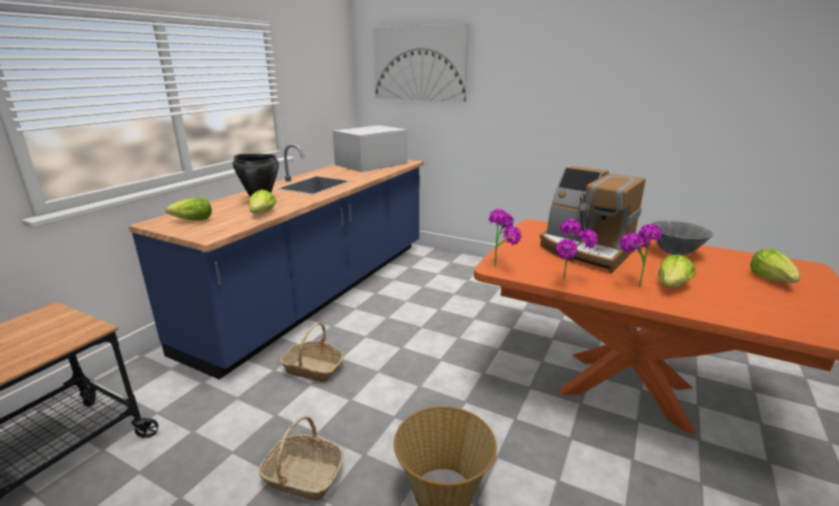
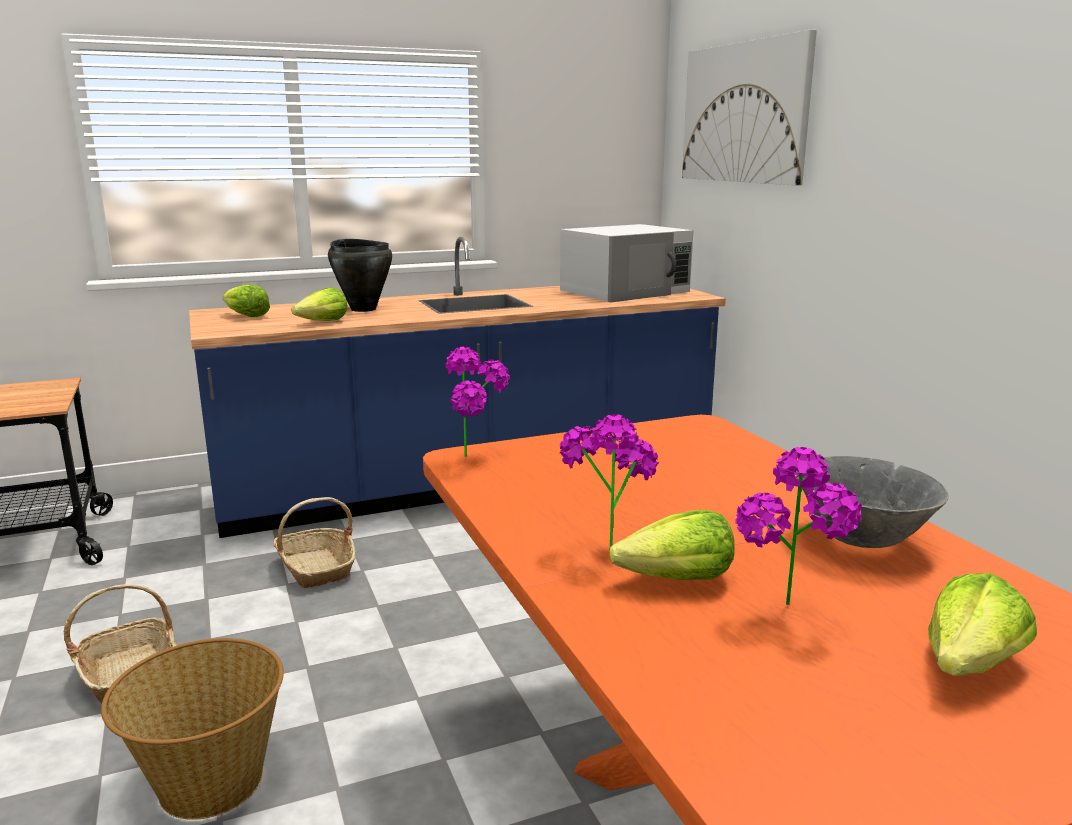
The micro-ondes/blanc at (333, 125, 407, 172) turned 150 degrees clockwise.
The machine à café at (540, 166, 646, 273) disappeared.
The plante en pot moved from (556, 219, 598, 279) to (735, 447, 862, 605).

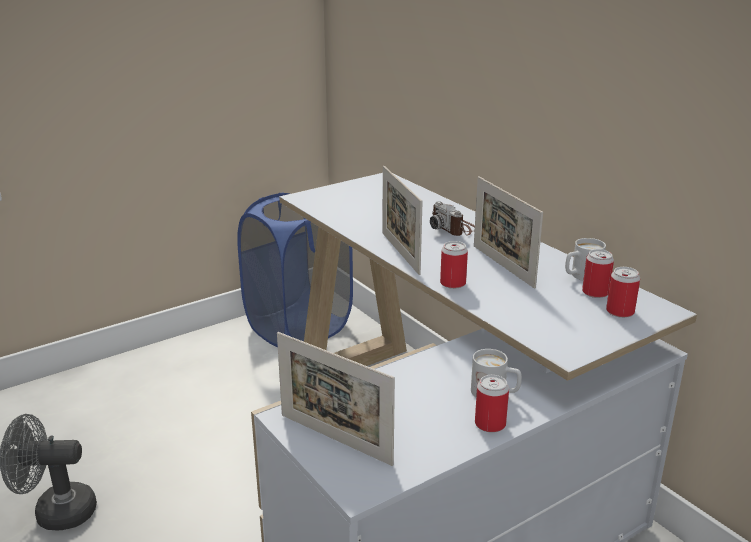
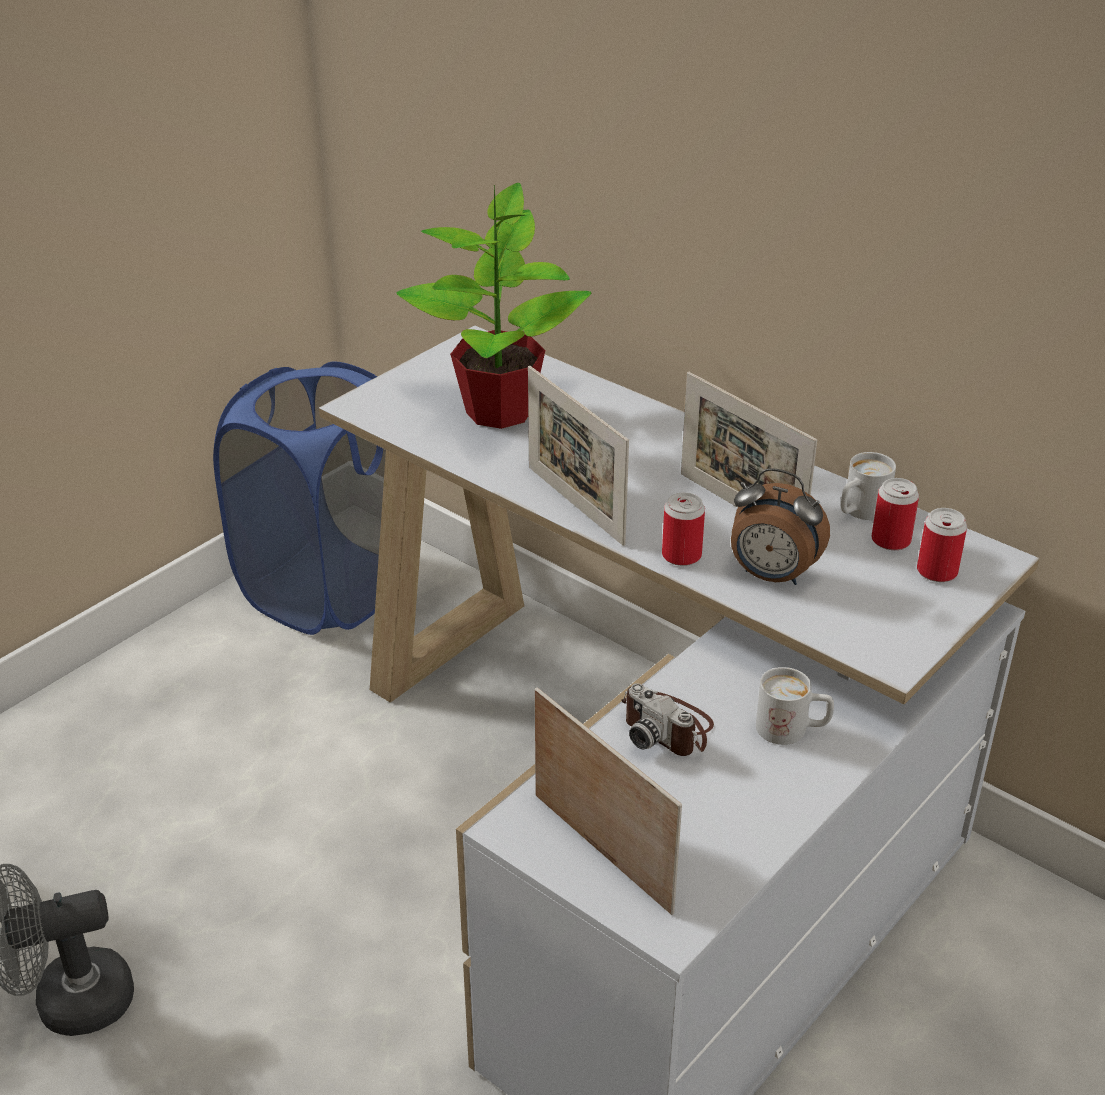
The cadre photo at (277, 332, 395, 466) turned 150 degrees counterclockwise.
The appareil photo moved from (430, 201, 475, 236) to (621, 683, 714, 756).
The boîte métallique at (475, 375, 509, 433) disappeared.
The plante en pot at (396, 183, 591, 429) appeared.
The réveil at (731, 468, 830, 585) appeared.

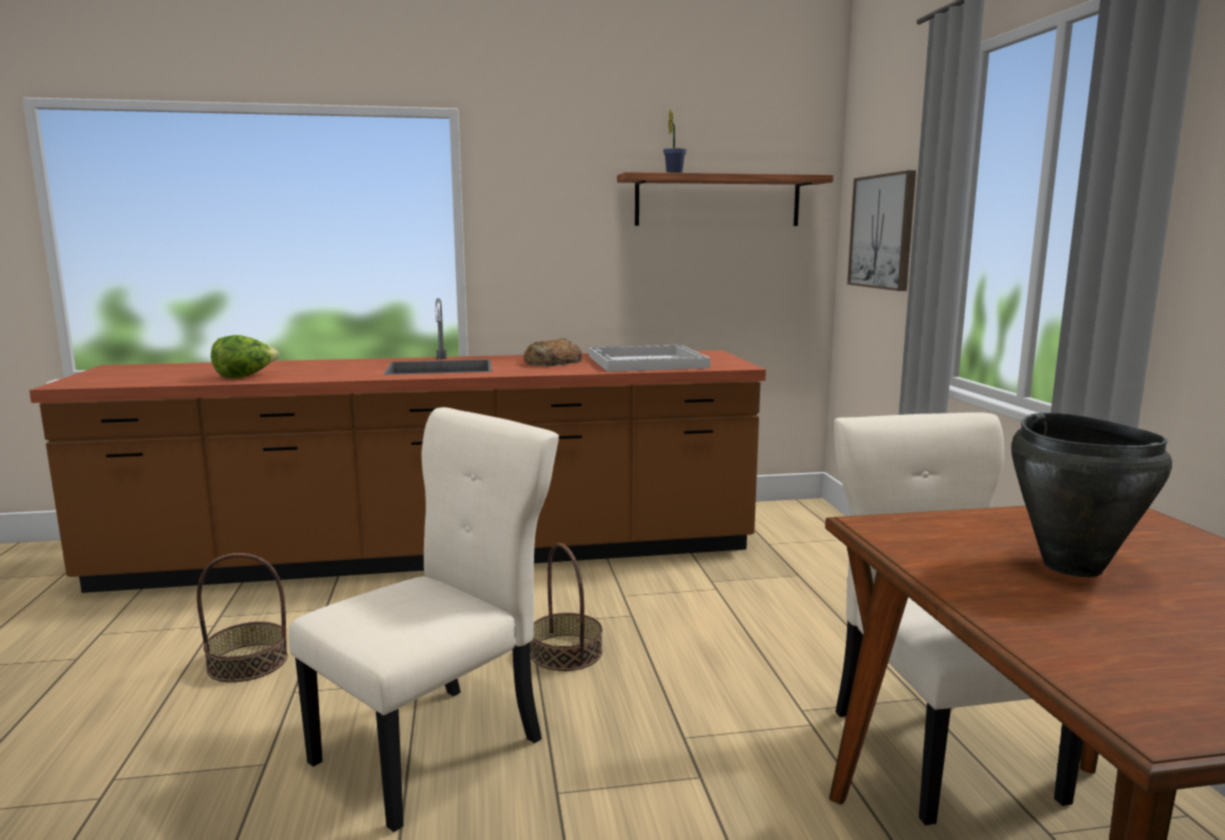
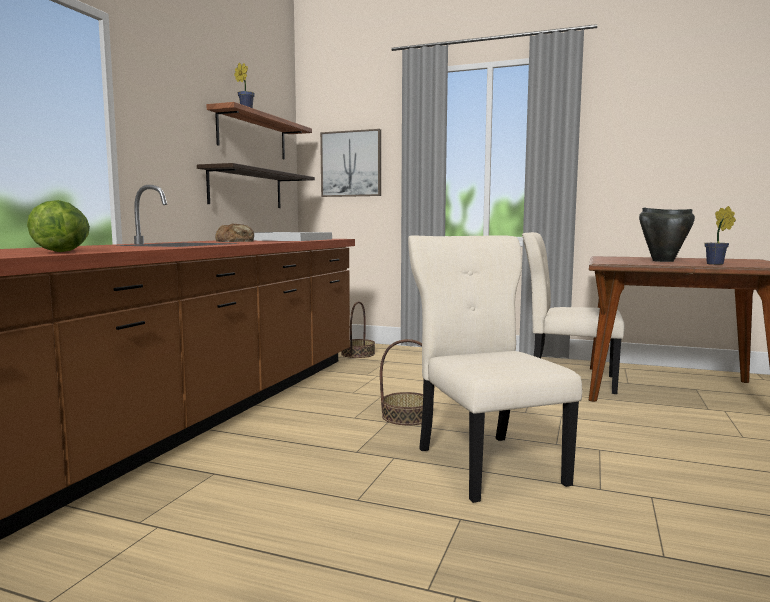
The panier moved from (197, 553, 288, 682) to (341, 301, 375, 358).
The étagère at (197, 163, 315, 208) appeared.
The plante en pot at (704, 206, 736, 265) appeared.

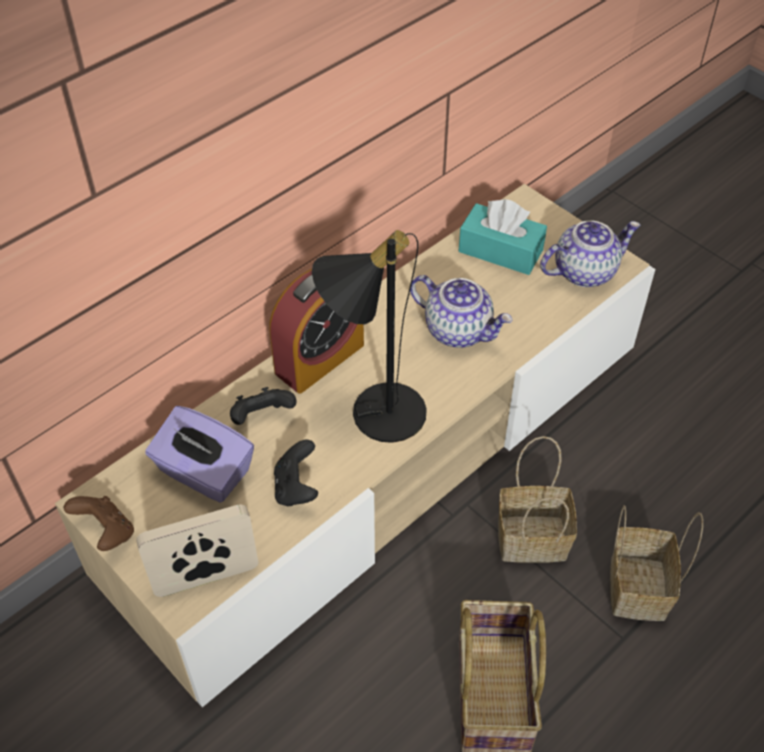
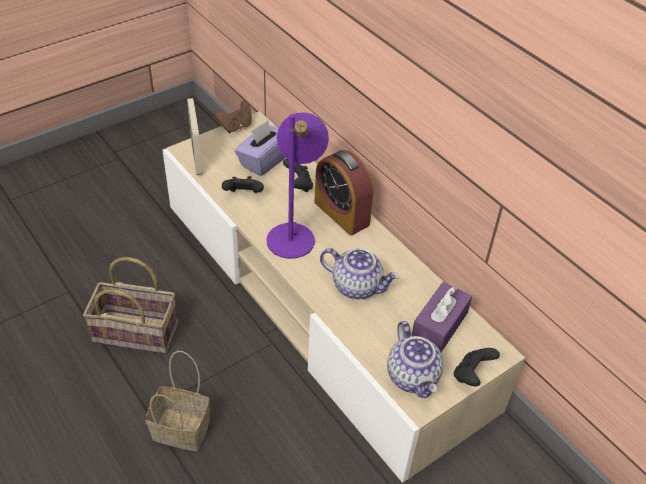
The lampe de table/noir at (312, 230, 427, 443) became the lampe de table/violet at (266, 112, 329, 259).
The théière at (410, 275, 513, 348) turned 105 degrees counterclockwise.
The boîte à mouchoirs/turquoise at (459, 199, 547, 275) became the boîte à mouchoirs/violet at (412, 282, 472, 352).
The panier at (498, 436, 577, 563) disappeared.
The manette/noir at (454, 348, 500, 386) appeared.

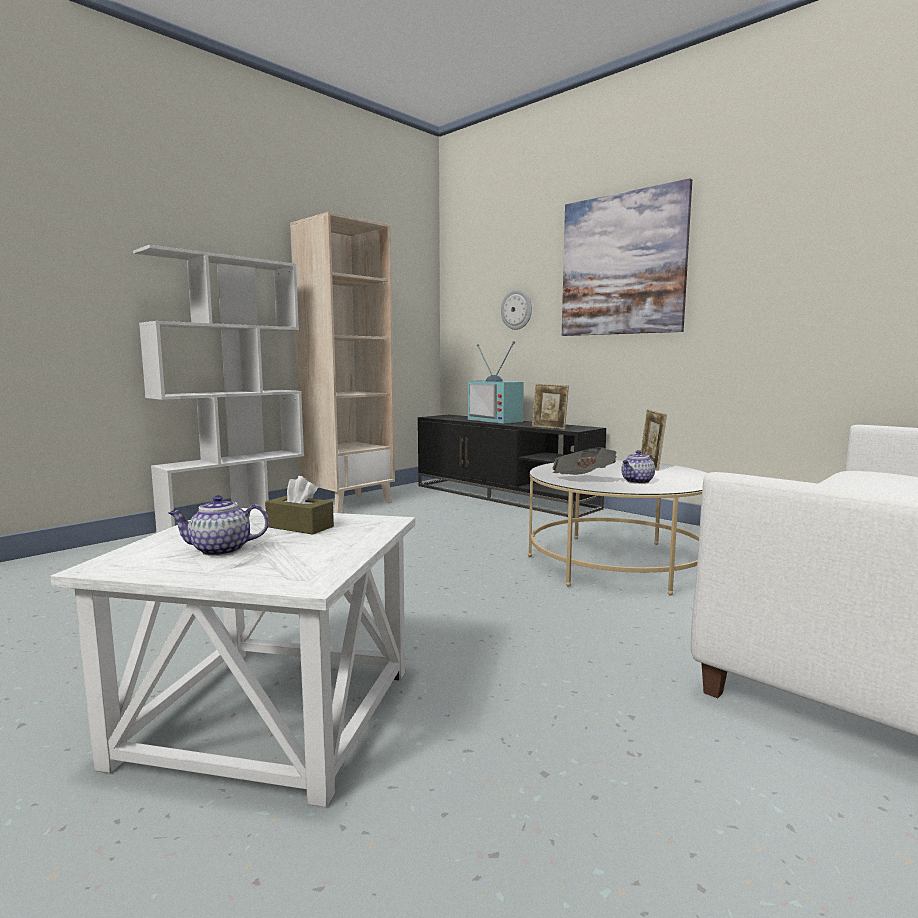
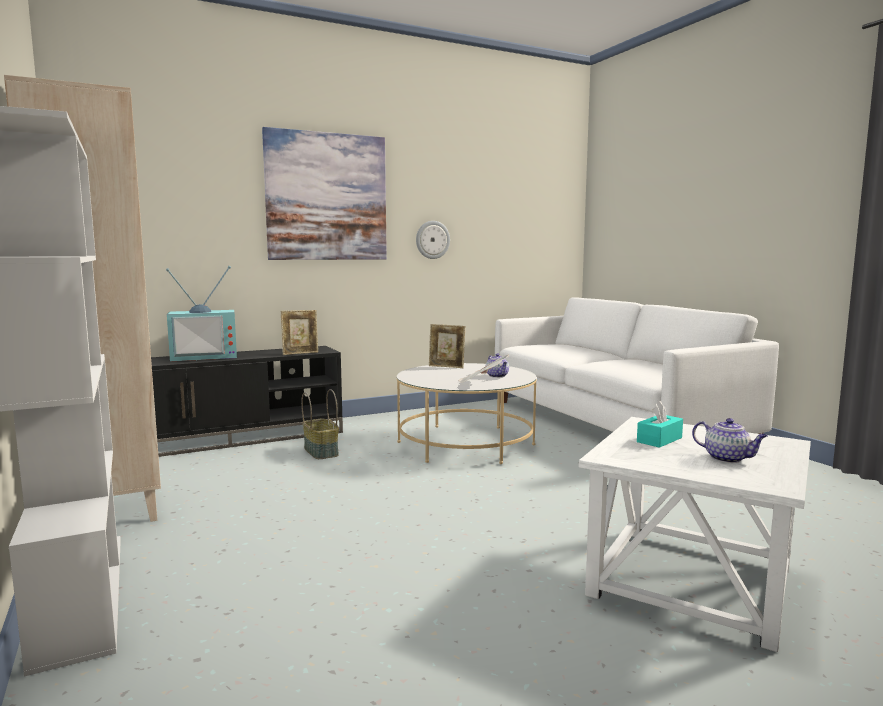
The théière at (169, 495, 269, 556) turned 60 degrees counterclockwise.
The boîte à mouchoirs/marron at (265, 476, 334, 535) became the boîte à mouchoirs/turquoise at (637, 401, 683, 448).
The horloge murale moved from (501, 289, 532, 330) to (416, 221, 450, 259).
The panier at (301, 389, 339, 459) appeared.

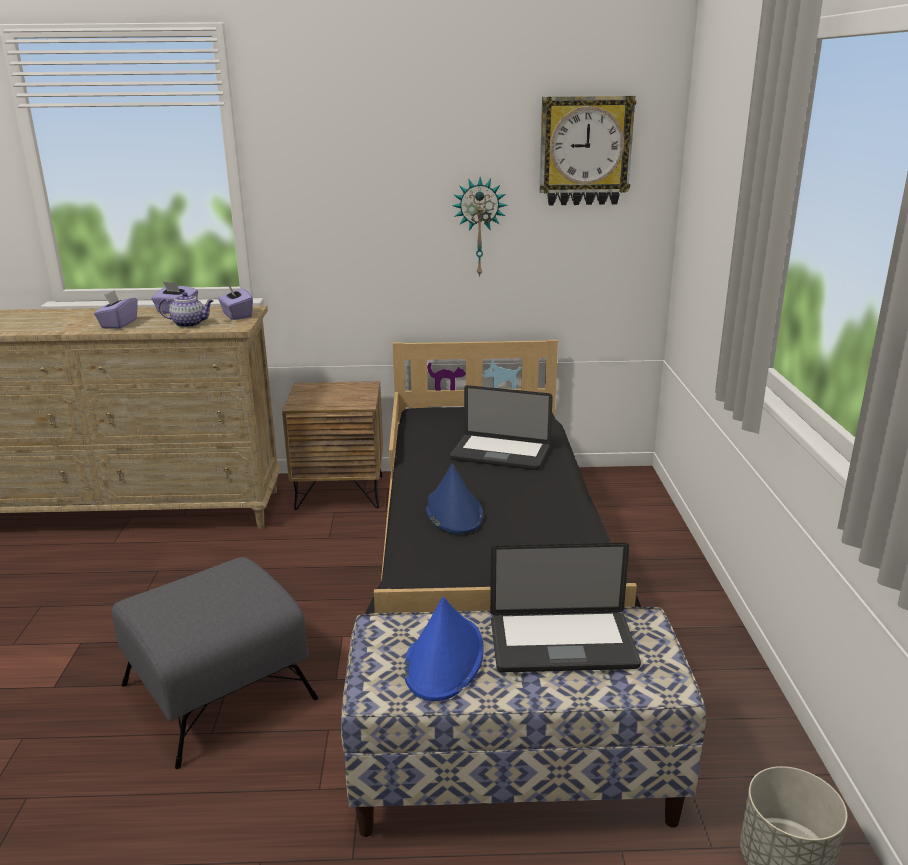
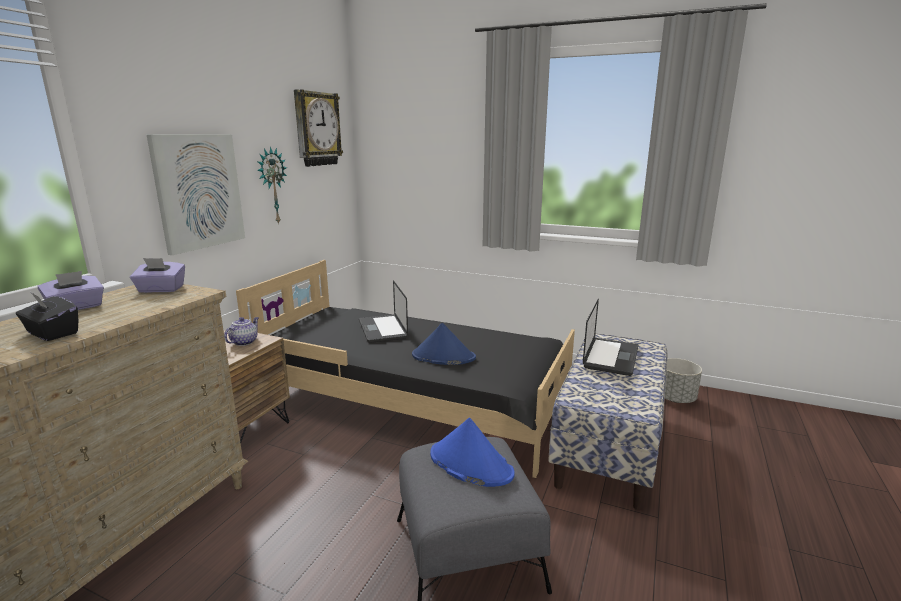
The boîte à mouchoirs/violet at (94, 290, 137, 329) became the boîte à mouchoirs/noir at (16, 293, 78, 341).
The théière moved from (158, 292, 214, 327) to (224, 317, 259, 346).
The chapeau/bleu moved from (405, 597, 484, 701) to (430, 418, 515, 487).
The ordinateur portable at (450, 385, 553, 470) turned 120 degrees clockwise.
The tableau at (146, 134, 245, 255) appeared.

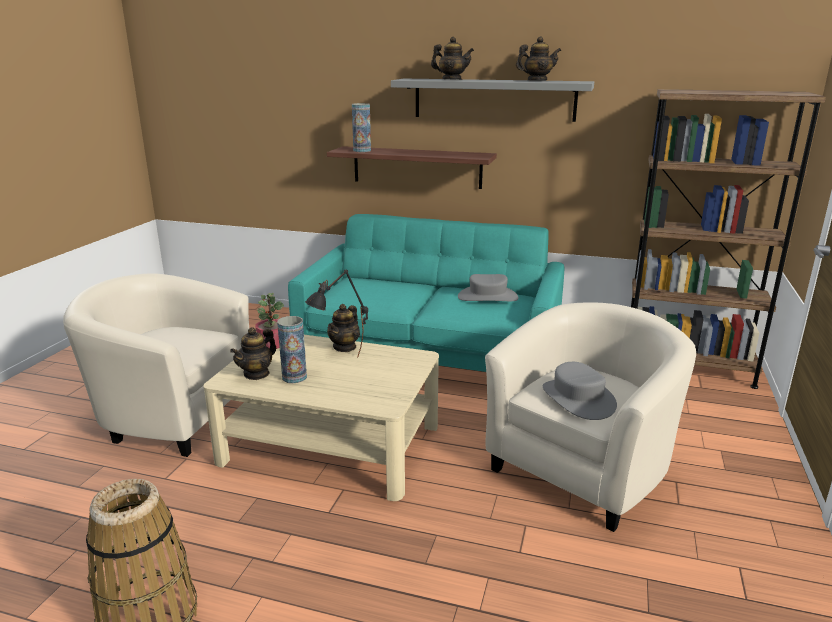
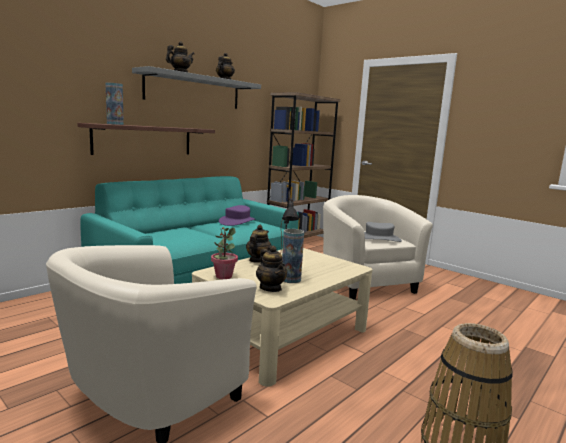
The théière at (327, 304, 360, 352) turned 120 degrees counterclockwise.
The chapeau/gris at (458, 274, 519, 301) became the chapeau/violet at (219, 205, 256, 226).

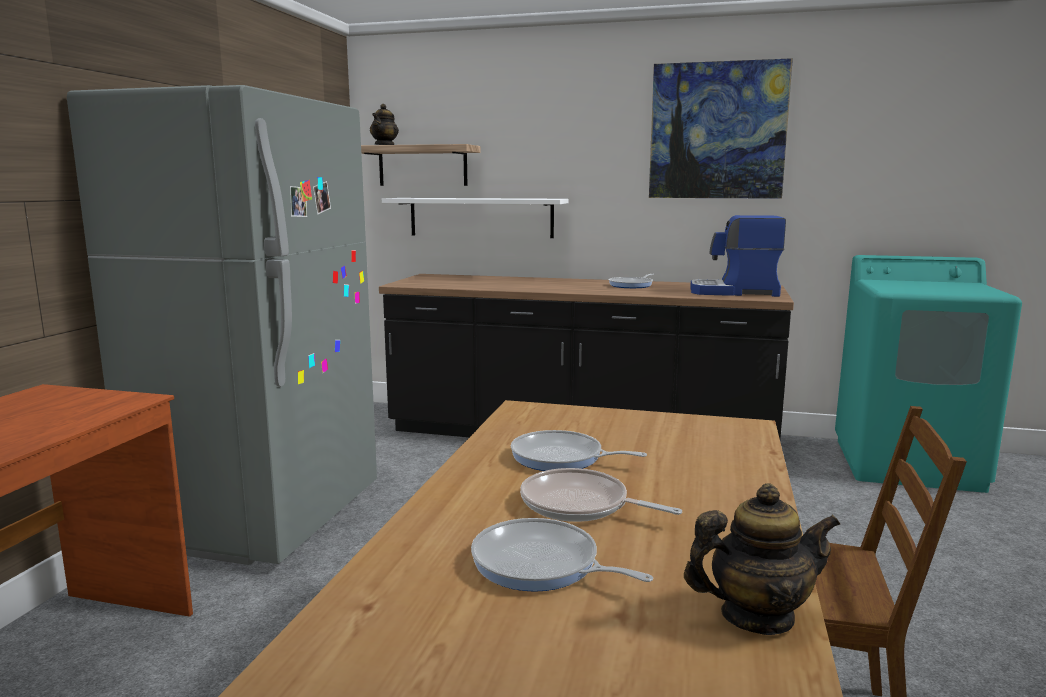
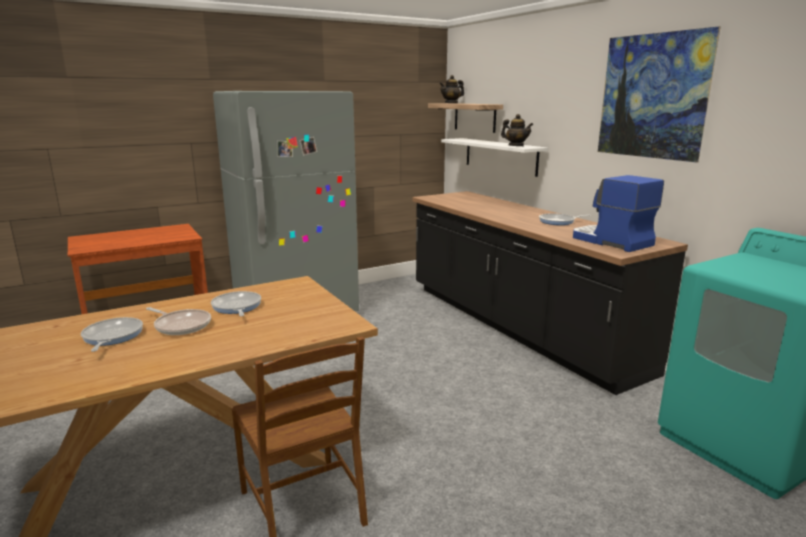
The poêle at (520, 468, 682, 522) turned 135 degrees clockwise.
The théière moved from (684, 483, 840, 635) to (501, 114, 533, 146).

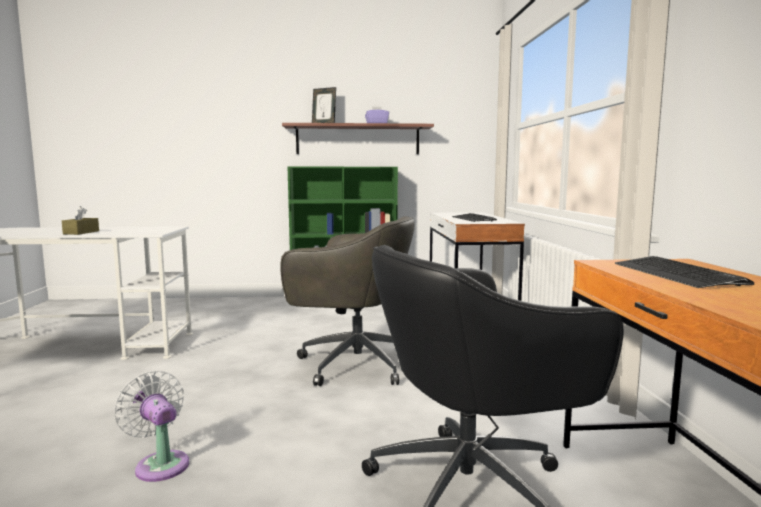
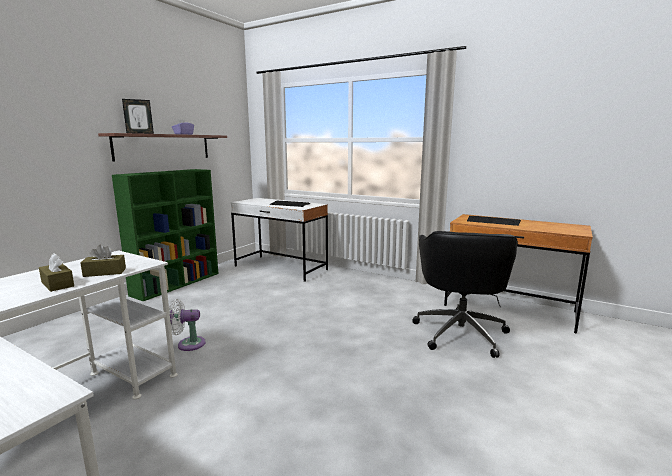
The ventilateur/blanc moved from (114, 371, 189, 482) to (169, 299, 206, 351).
The chaise de bureau/gris at (280, 216, 415, 386) disappeared.
The boîte à mouchoirs/marron at (80, 244, 126, 277) appeared.

